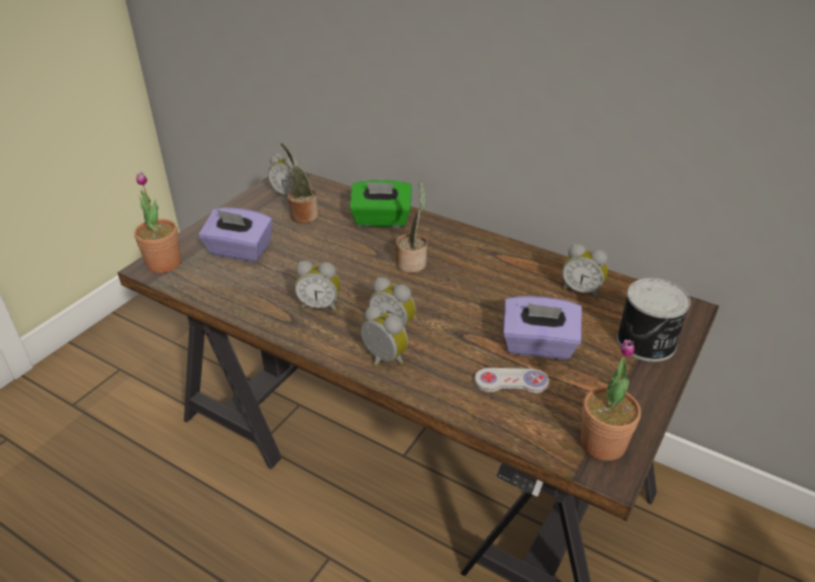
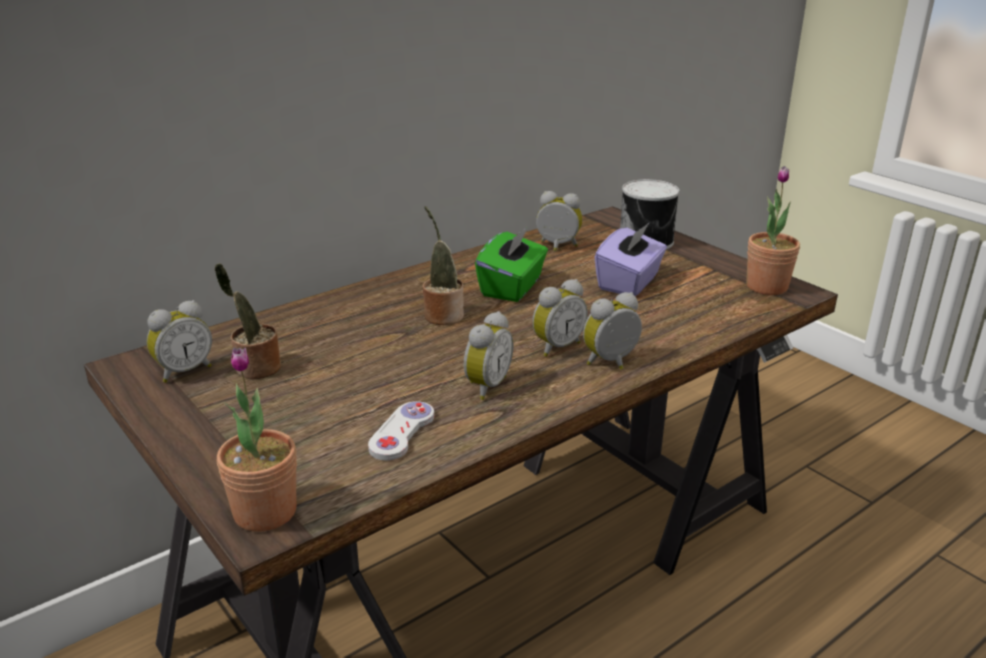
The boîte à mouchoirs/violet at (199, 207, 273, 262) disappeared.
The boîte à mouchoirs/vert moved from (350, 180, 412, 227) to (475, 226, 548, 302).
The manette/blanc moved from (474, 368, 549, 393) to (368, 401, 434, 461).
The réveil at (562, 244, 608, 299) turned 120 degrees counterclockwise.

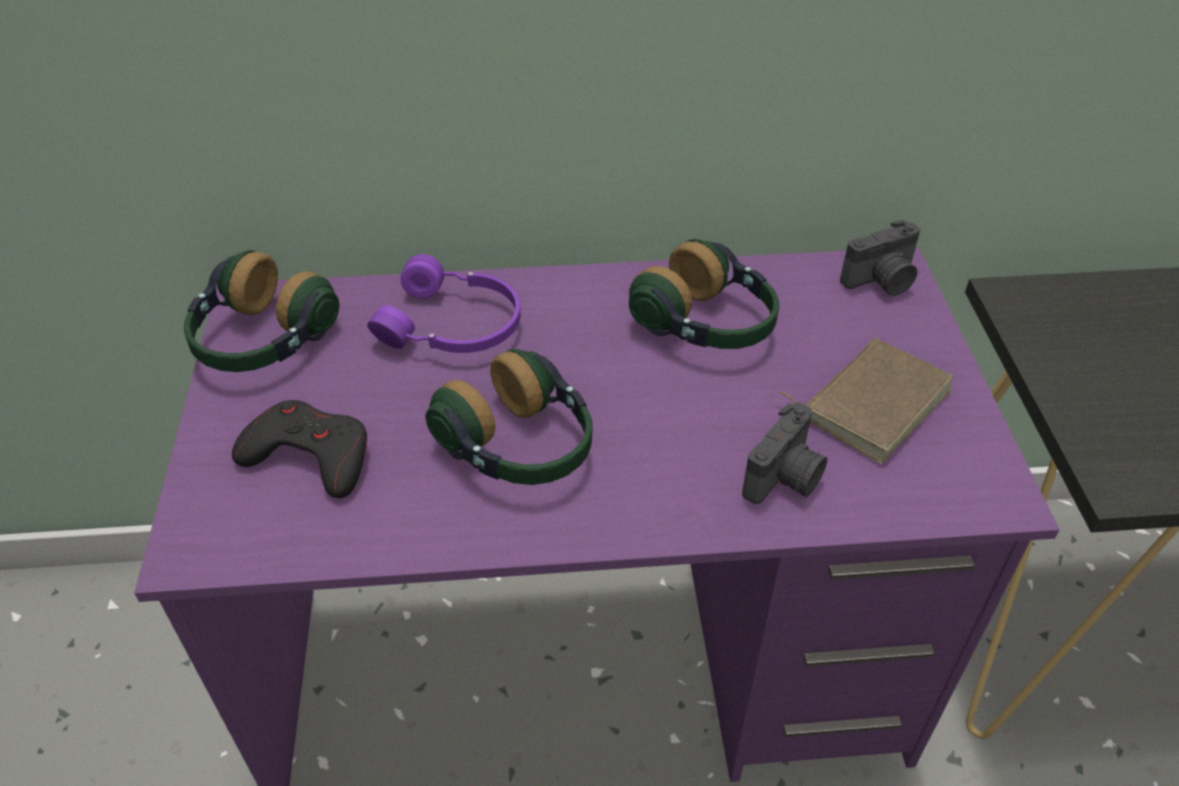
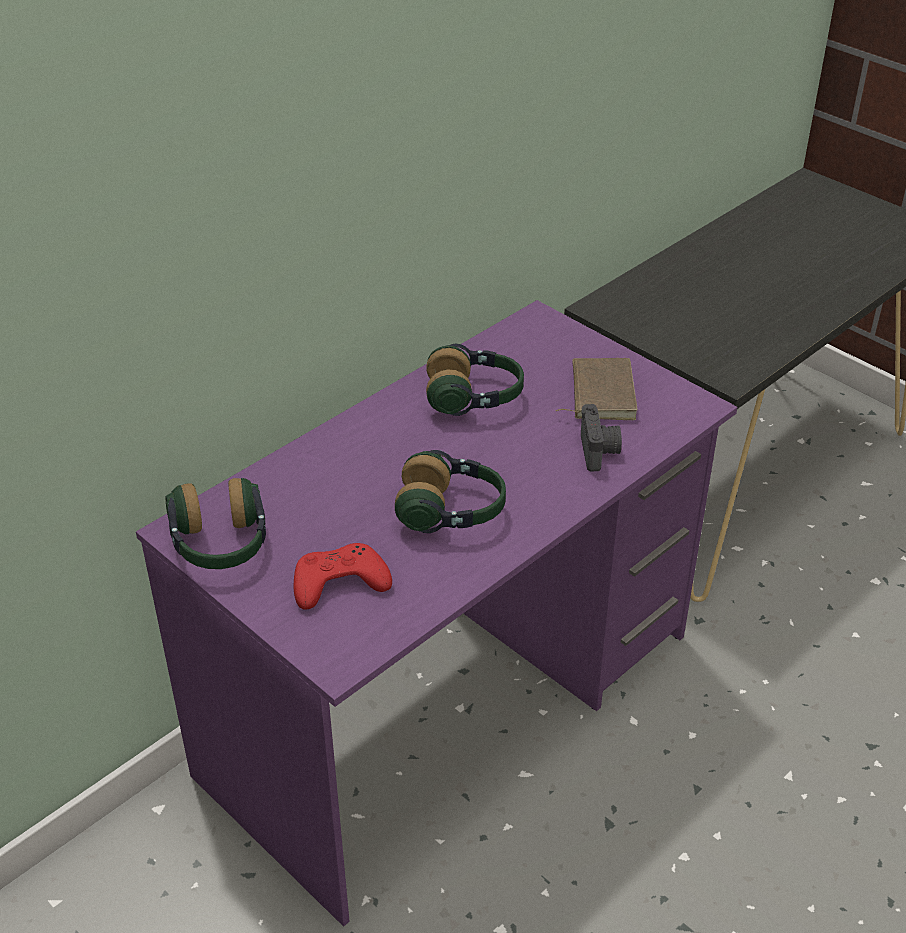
The manette/noir at (232, 400, 367, 498) became the manette/rouge at (294, 543, 392, 610).
The casque audio/violet at (367, 254, 521, 353) disappeared.
The appareil photo at (840, 220, 920, 296) disappeared.

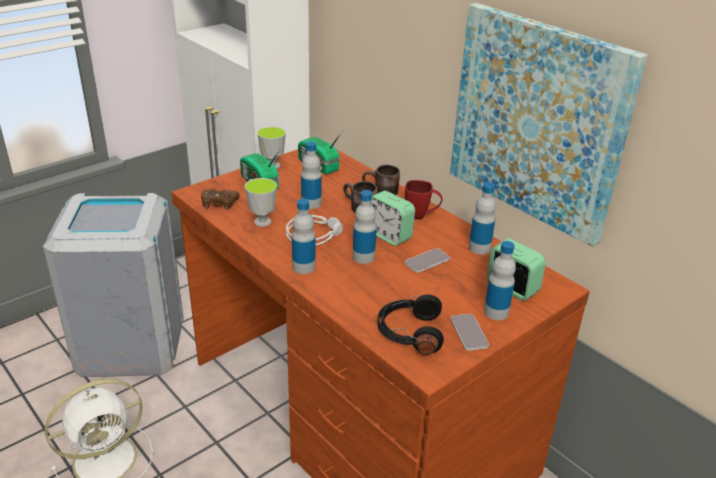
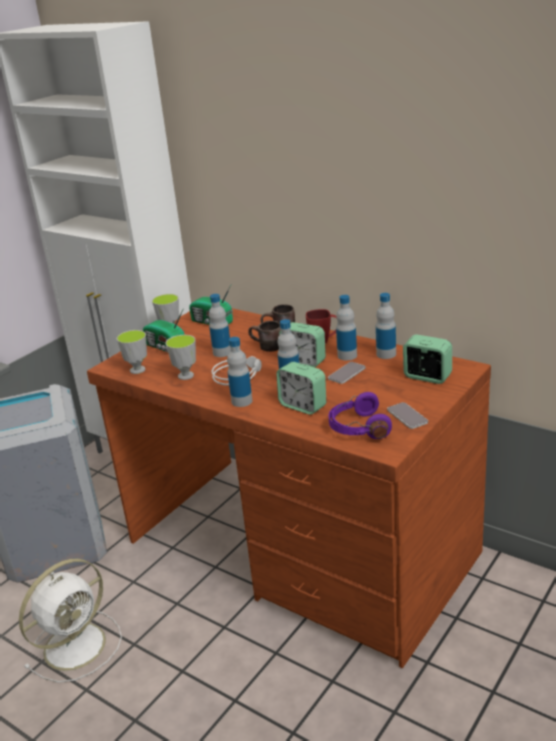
The manette/marron at (201, 188, 239, 210) was replaced by the tasse at (116, 330, 147, 374).
The casque audio/noir at (377, 294, 444, 355) became the casque audio/violet at (328, 392, 392, 439).
The tableau at (450, 3, 647, 247) disappeared.
The bouteille moved from (484, 241, 516, 320) to (336, 295, 357, 361).
The réveil at (276, 362, 326, 415) appeared.

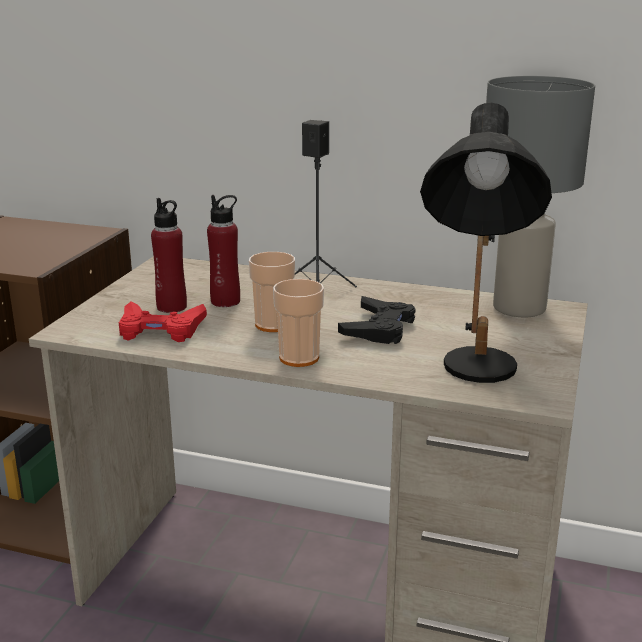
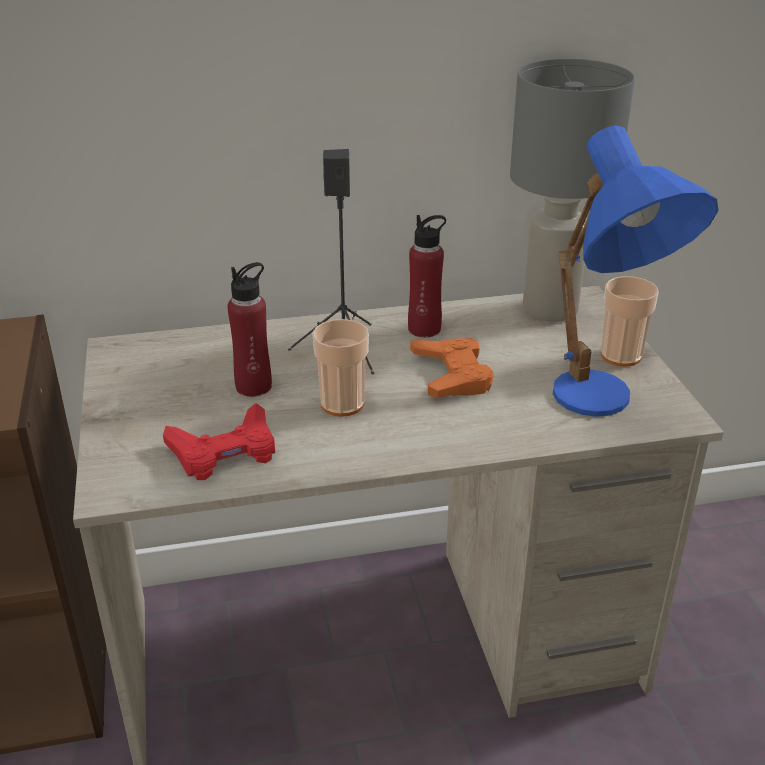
The bouteille/rouge moved from (151, 198, 187, 313) to (408, 215, 446, 337).
The tasse moved from (273, 279, 324, 367) to (601, 276, 659, 367).
The manette/noir at (338, 296, 415, 344) became the manette/orange at (410, 338, 494, 397).
The lampe de table/noir at (420, 103, 552, 383) became the lampe de table/bleu at (553, 126, 719, 417).

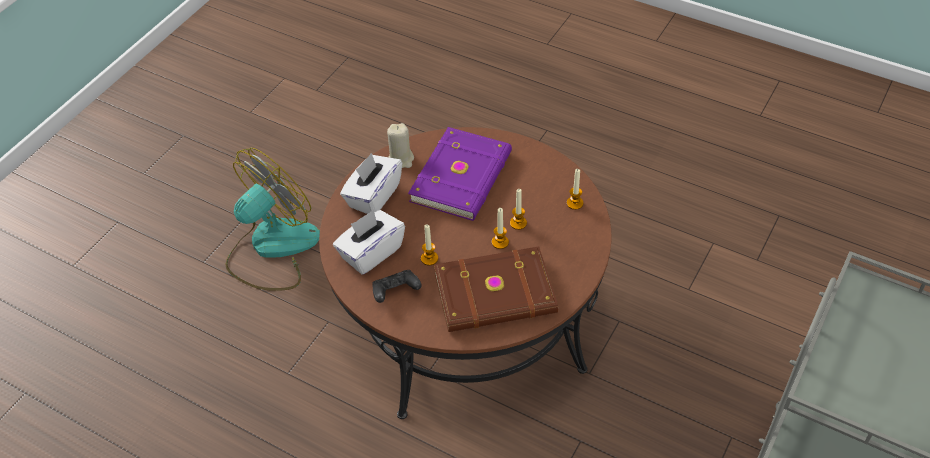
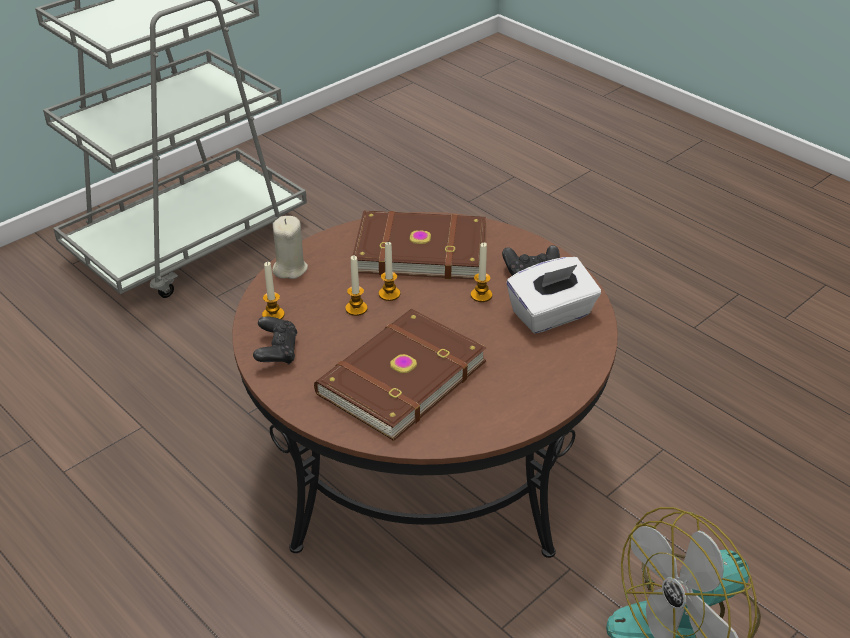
The boîte à mouchoirs/blanc at (340, 153, 402, 214) disappeared.
The bougie/beige moved from (387, 123, 414, 168) to (273, 216, 308, 279).
The livre/violet at (408, 127, 512, 221) became the livre/marron at (314, 309, 487, 441).
The manette/noir at (253, 317, 297, 365) appeared.

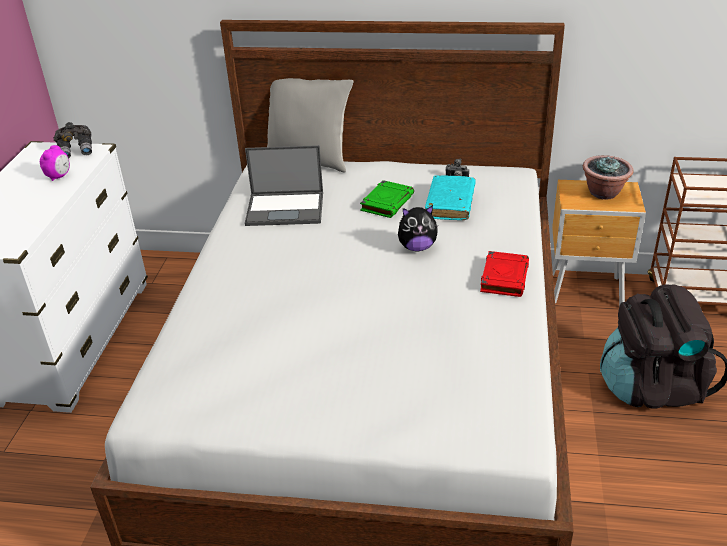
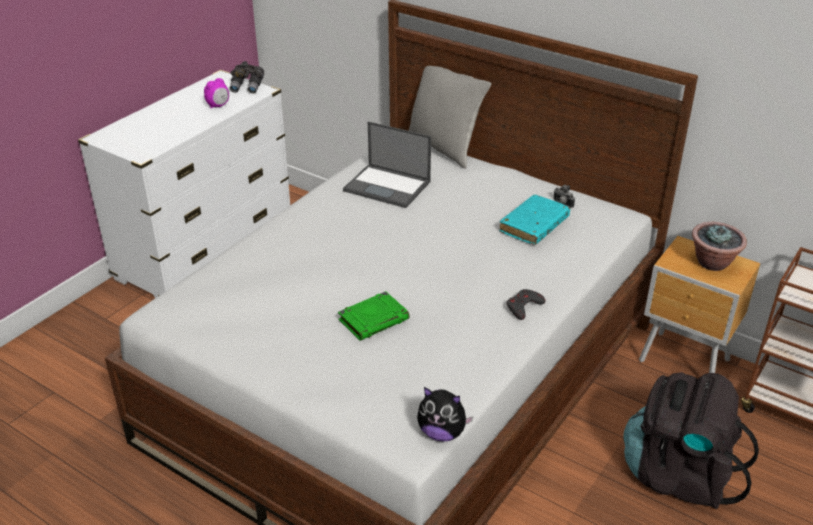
The livre/vert moved from (360, 180, 414, 218) to (338, 291, 409, 341).
The peluche moved from (398, 205, 438, 251) to (417, 387, 474, 442).
The livre/rouge at (480, 251, 529, 297) was replaced by the manette/gris at (507, 289, 546, 320).

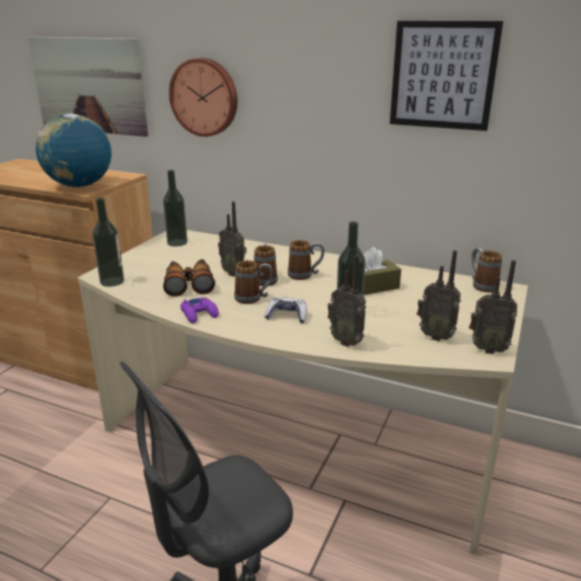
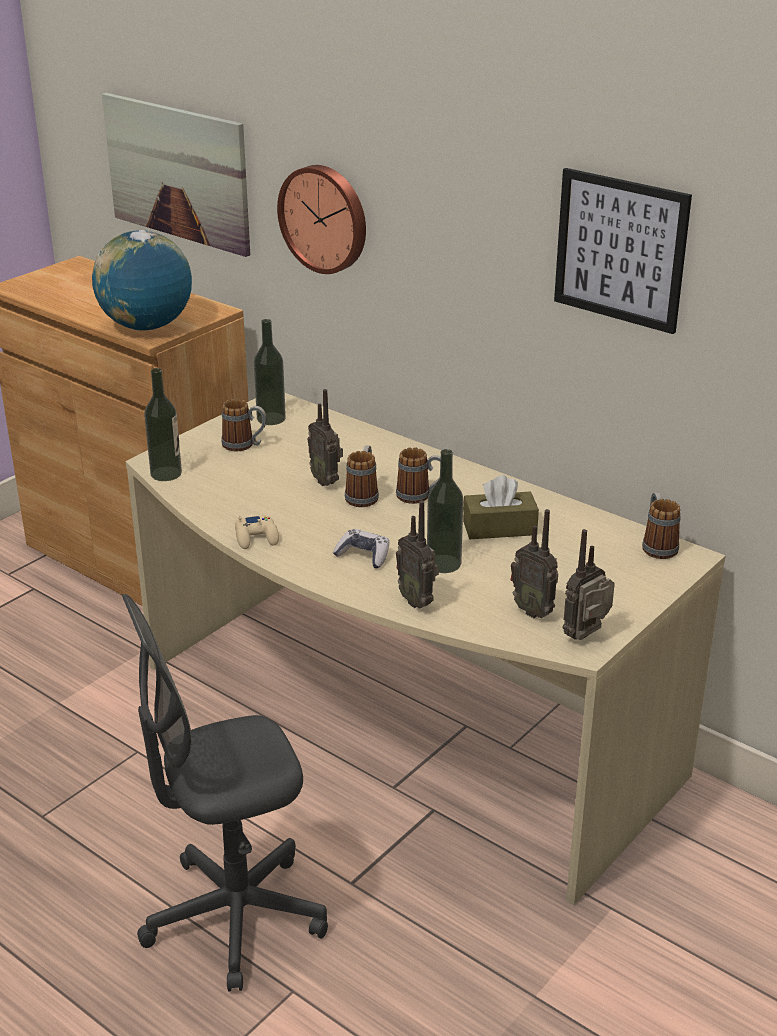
The jumelles at (163, 259, 215, 297) disappeared.
The manette/violet at (181, 297, 219, 323) became the manette/beige at (235, 515, 279, 549).
The mug moved from (234, 260, 273, 304) to (222, 399, 267, 451).
The radio at (469, 260, 517, 354) turned 105 degrees clockwise.

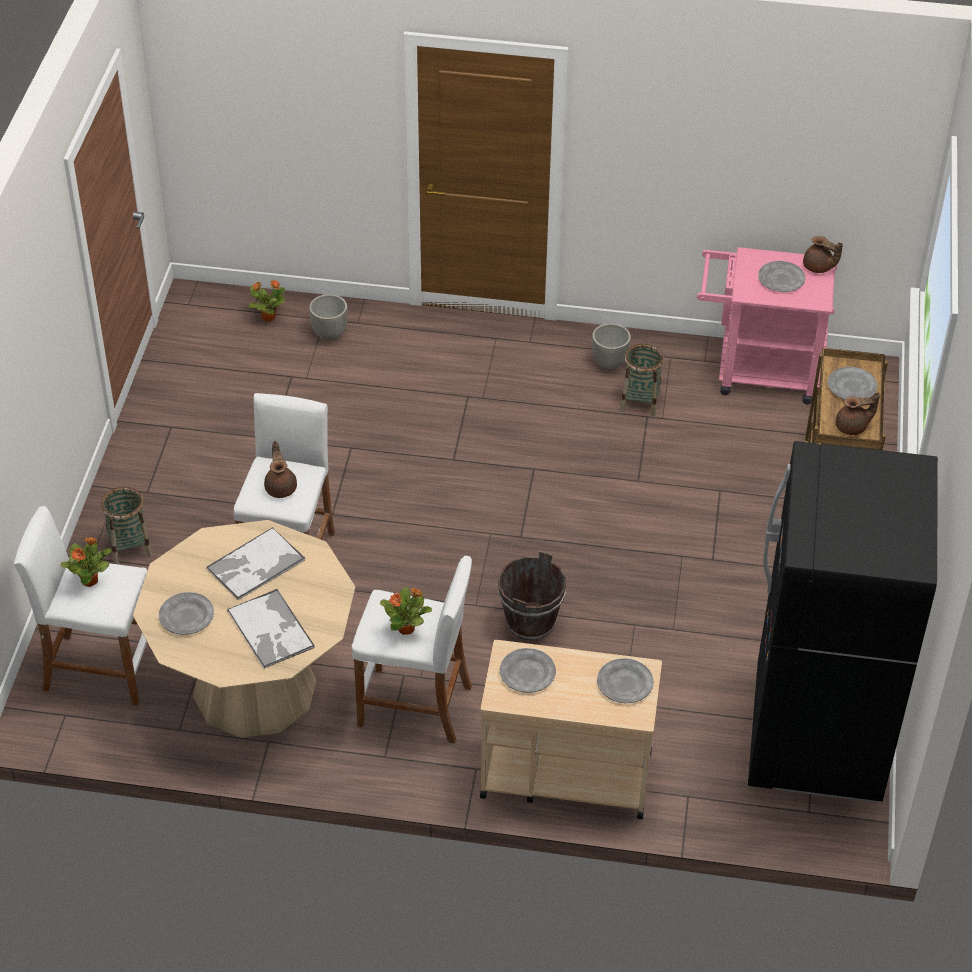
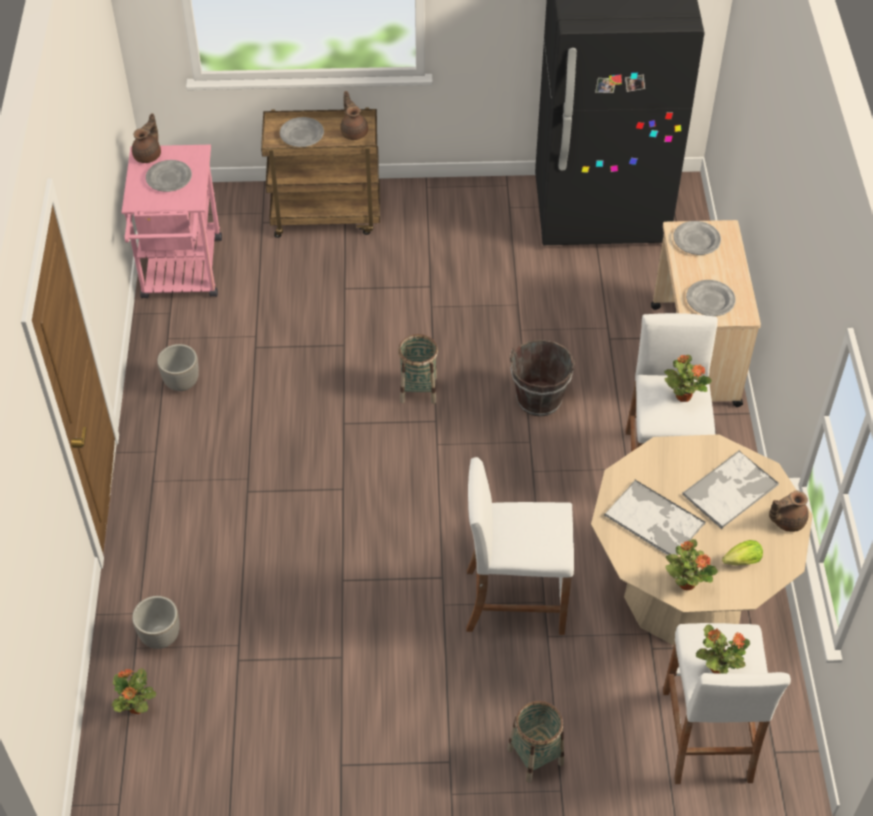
The assiette/gris at (159, 592, 214, 635) was replaced by the laitue at (722, 540, 763, 565).
The théière/marron moved from (264, 441, 297, 498) to (769, 491, 809, 532).
The panier moved from (620, 343, 664, 416) to (398, 334, 438, 404).
The plante en pot at (665, 539, 718, 590) appeared.

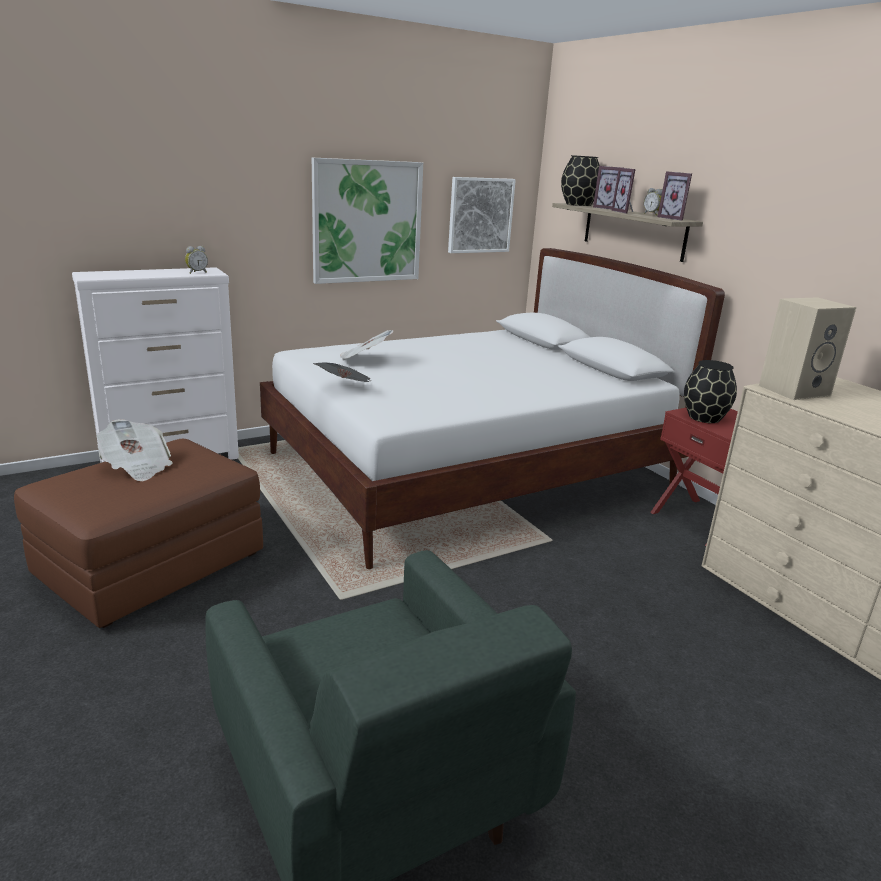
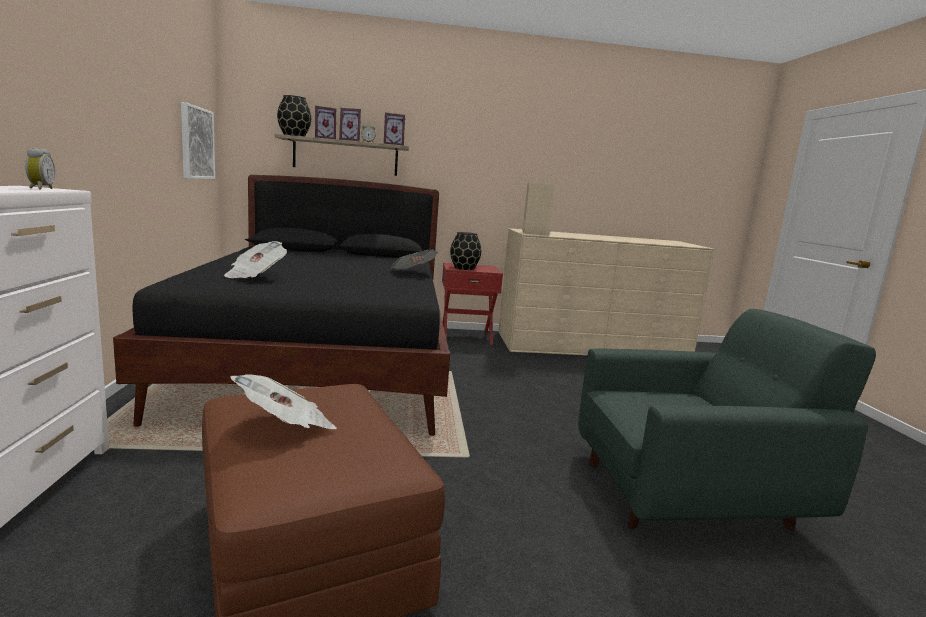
The lit/blanc at (260, 248, 725, 569) became the lit/noir at (113, 175, 450, 436).
The tableau at (312, 158, 423, 284) disappeared.
The journal moved from (313, 362, 372, 382) to (390, 249, 438, 269).

